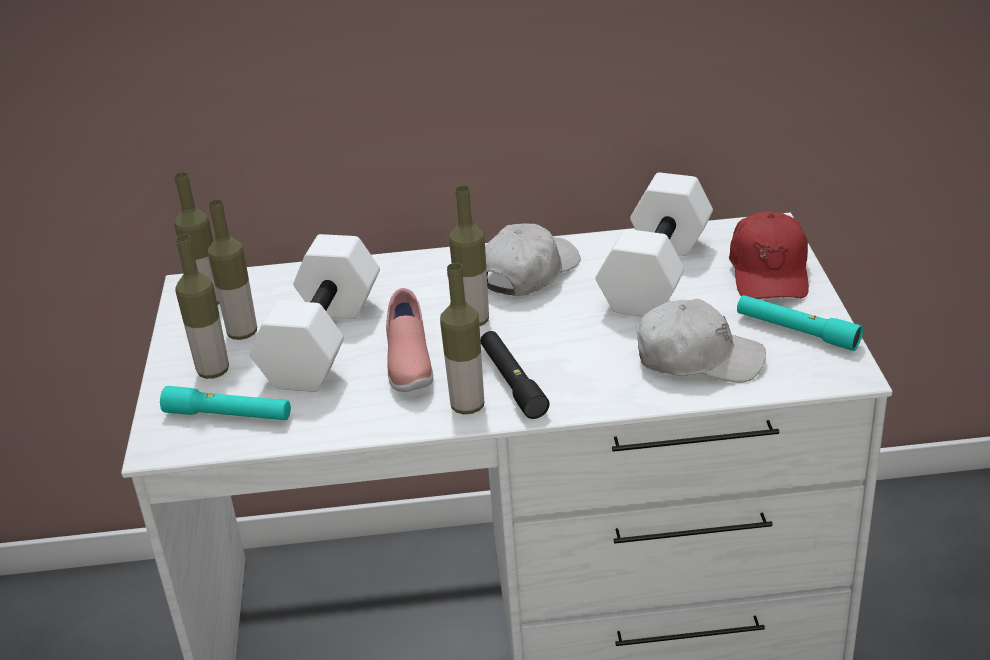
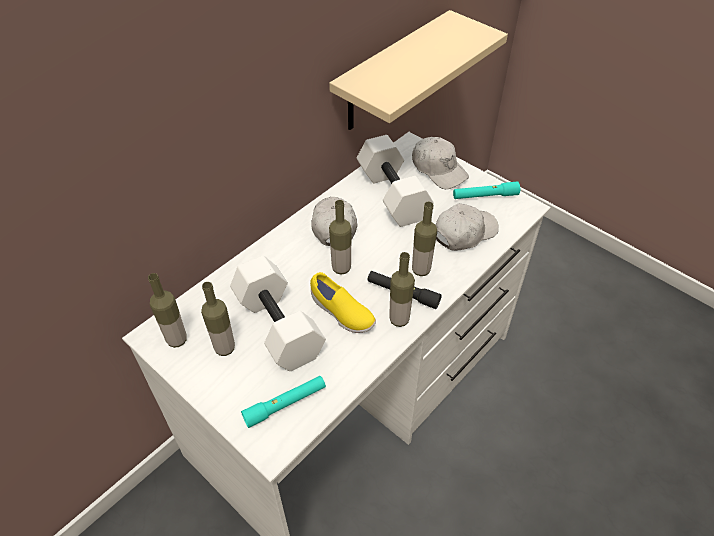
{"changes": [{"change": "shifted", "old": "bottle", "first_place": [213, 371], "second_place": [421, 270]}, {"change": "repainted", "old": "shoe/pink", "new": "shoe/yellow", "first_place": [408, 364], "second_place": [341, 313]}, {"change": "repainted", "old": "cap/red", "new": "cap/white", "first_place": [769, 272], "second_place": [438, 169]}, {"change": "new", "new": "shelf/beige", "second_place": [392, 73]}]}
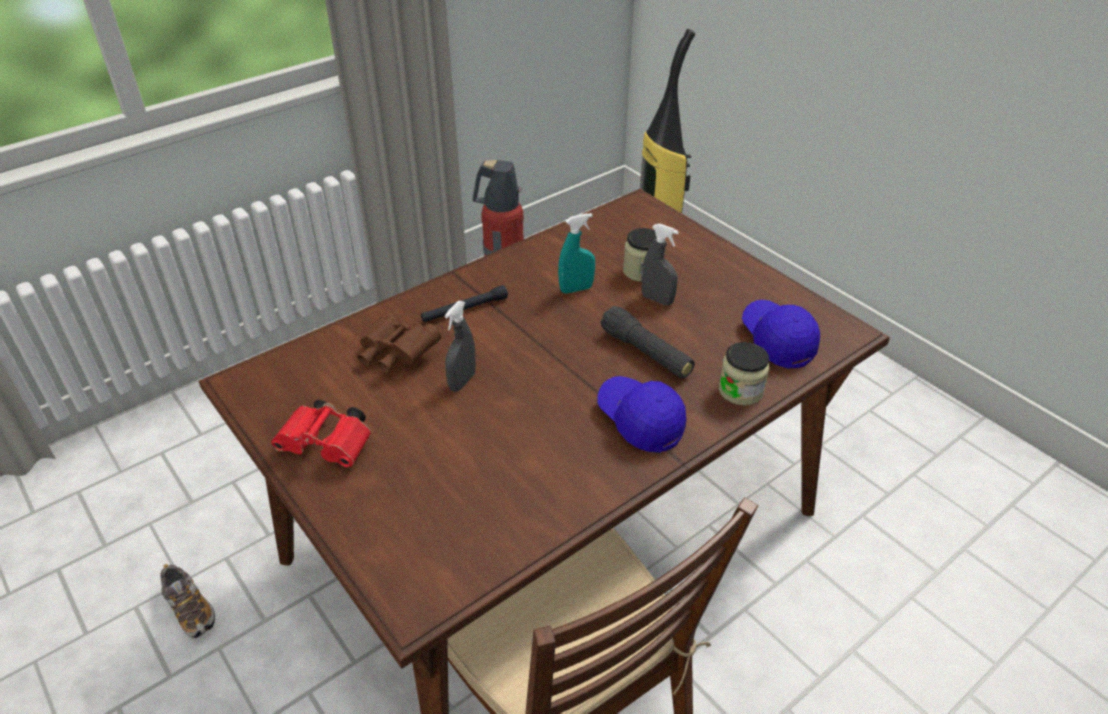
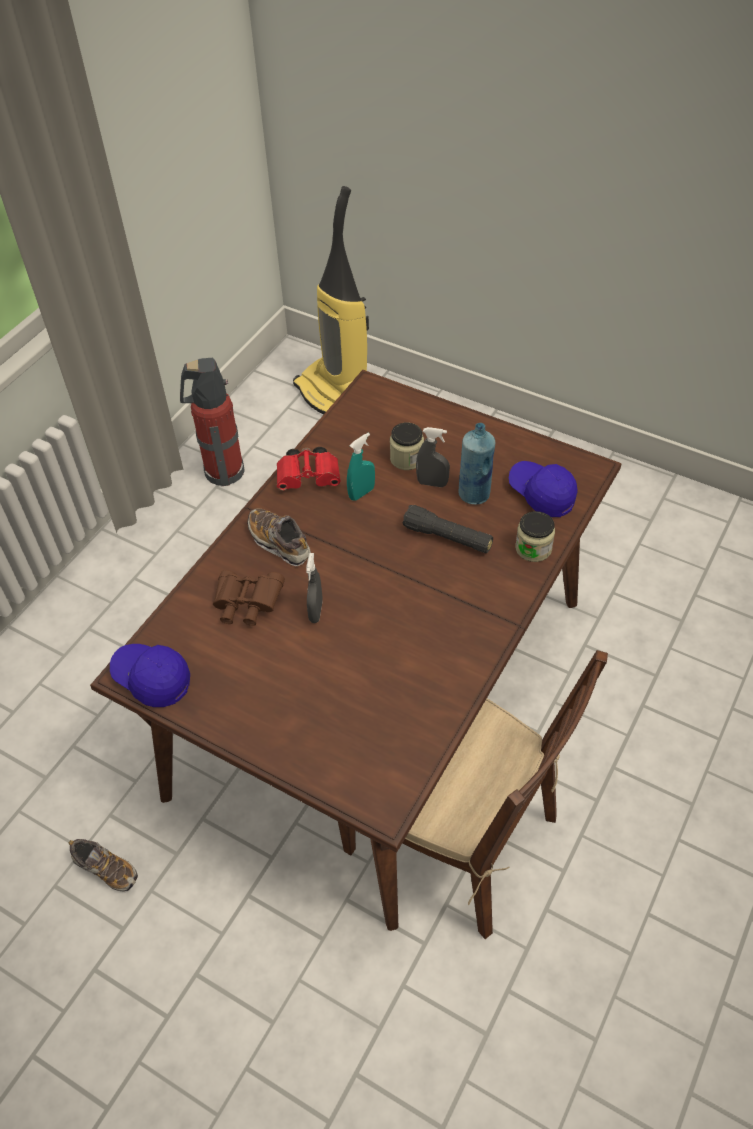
{"changes": [{"change": "shifted", "old": "binoculars/red", "first_place": [329, 446], "second_place": [310, 478]}, {"change": "swapped", "old": "flashlight/black", "new": "shoe", "first_place": [464, 310], "second_place": [279, 543]}, {"change": "shifted", "old": "cap/blue", "first_place": [640, 421], "second_place": [152, 679]}, {"change": "new", "new": "bottle/blue", "second_place": [474, 494]}]}
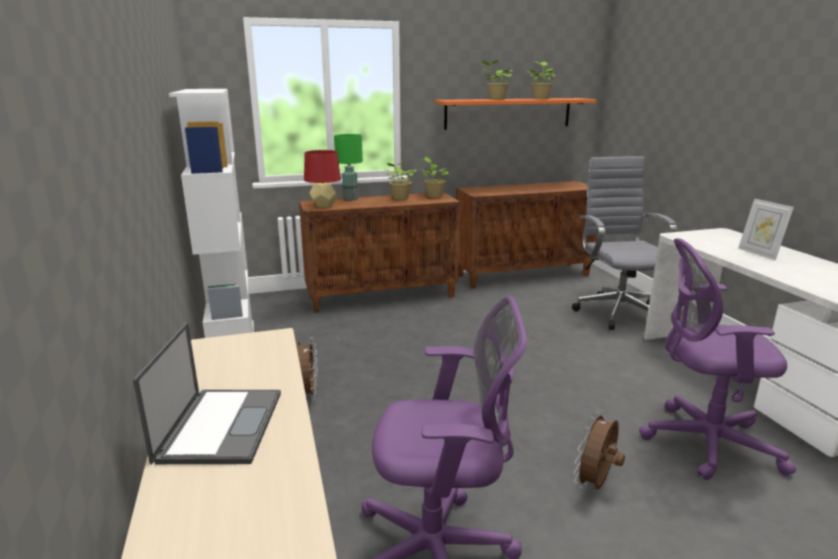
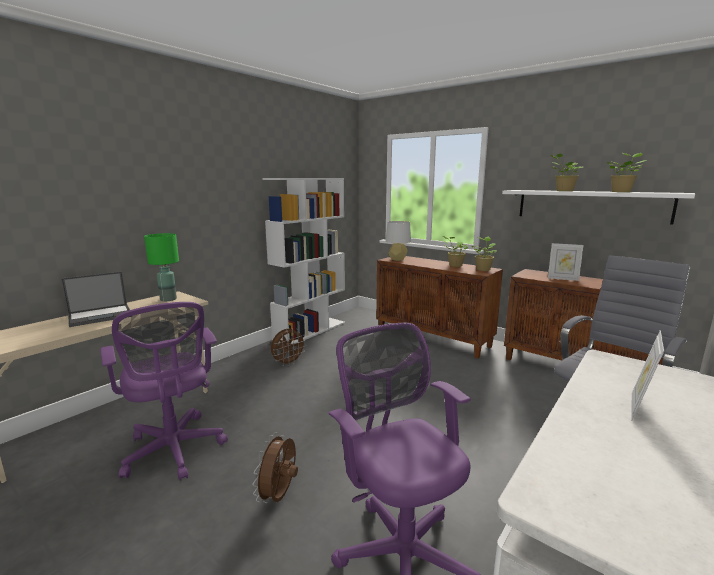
{"changes": [{"change": "repainted", "old": "table lamp/red", "new": "table lamp/grey", "first_place": [324, 205], "second_place": [397, 259]}, {"change": "shifted", "old": "table lamp/green", "first_place": [351, 199], "second_place": [168, 299]}, {"change": "repainted", "old": "shelf/orange", "new": "shelf/white", "first_place": [508, 113], "second_place": [590, 205]}, {"change": "rotated", "old": "fan/brown", "first_place": [595, 484], "second_place": [279, 496], "degrees": -75}, {"change": "new", "new": "picture frame", "second_place": [562, 278]}]}
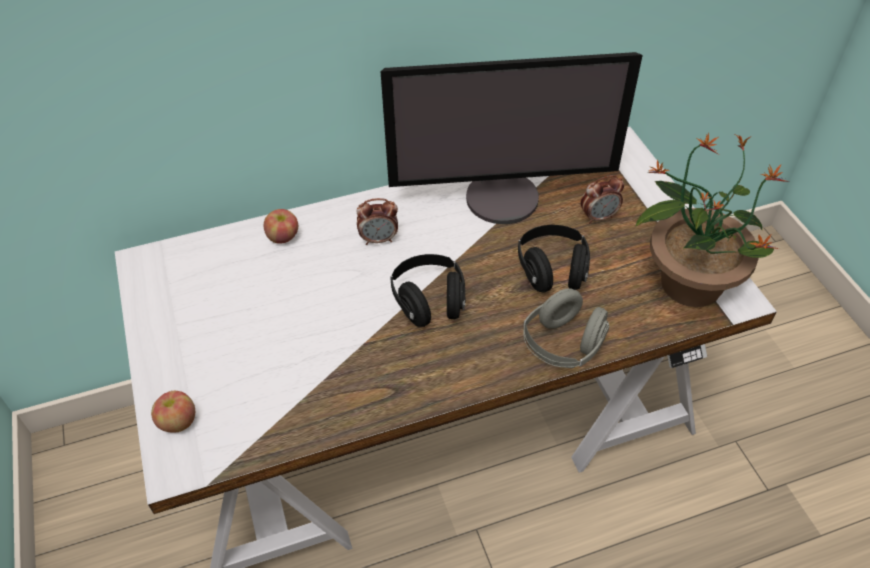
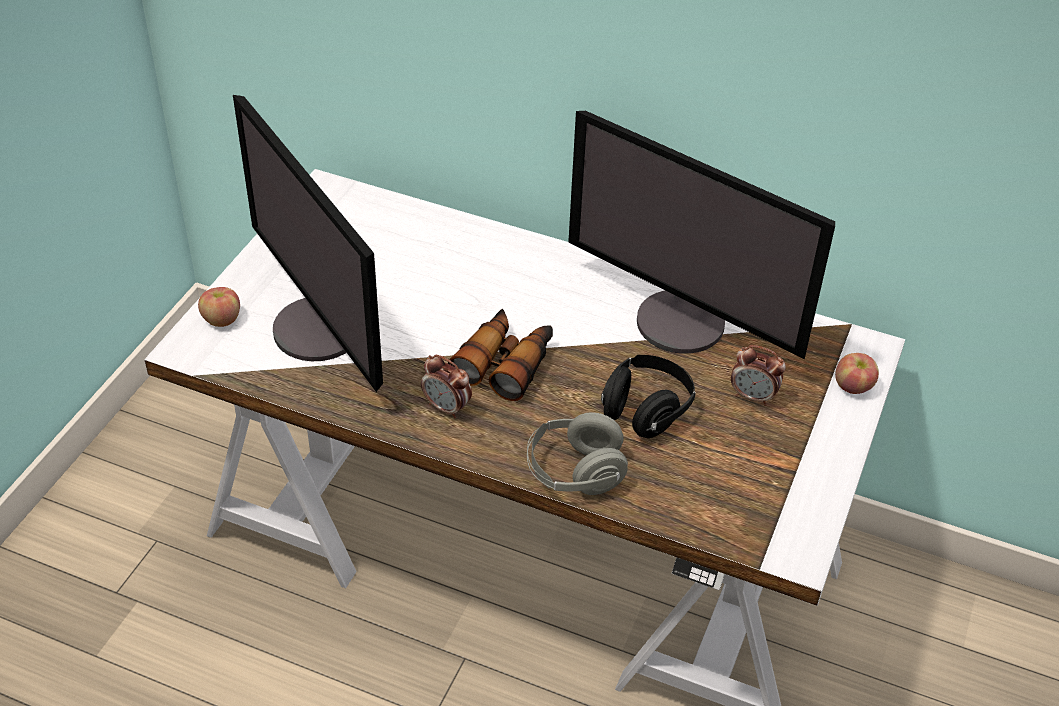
{"changes": [{"change": "shifted", "old": "apple", "first_place": [283, 237], "second_place": [853, 387]}, {"change": "shifted", "old": "alarm clock", "first_place": [379, 239], "second_place": [447, 408]}, {"change": "swapped", "old": "headphones/black", "new": "binoculars", "first_place": [429, 301], "second_place": [506, 362]}, {"change": "gone", "old": "potted plant", "first_place": [689, 282]}, {"change": "new", "new": "monitor", "second_place": [321, 329]}]}
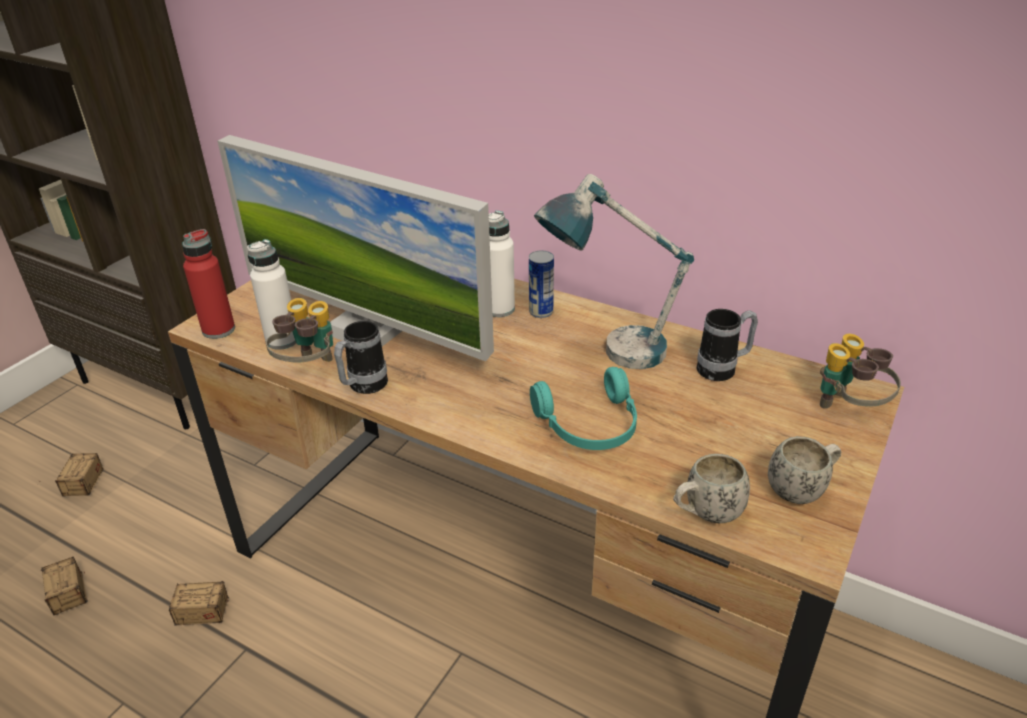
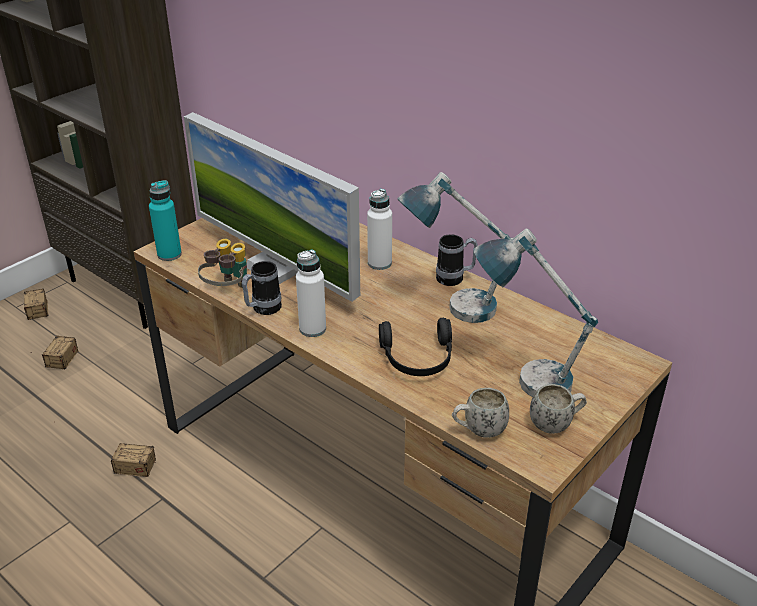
{"changes": [{"change": "shifted", "old": "storage box", "first_place": [72, 616], "second_place": [38, 322]}, {"change": "repainted", "old": "bottle/red", "new": "bottle/turquoise", "first_place": [218, 330], "second_place": [169, 254]}, {"change": "shifted", "old": "bottle/white", "first_place": [282, 340], "second_place": [312, 329]}, {"change": "gone", "old": "can", "first_place": [541, 312]}, {"change": "repainted", "old": "headphones/turquoise", "new": "headphones/black", "first_place": [590, 426], "second_place": [418, 359]}, {"change": "shifted", "old": "mug", "first_place": [723, 369], "second_place": [455, 279]}, {"change": "gone", "old": "binoculars", "first_place": [848, 409]}, {"change": "new", "new": "table lamp", "second_place": [523, 375]}]}
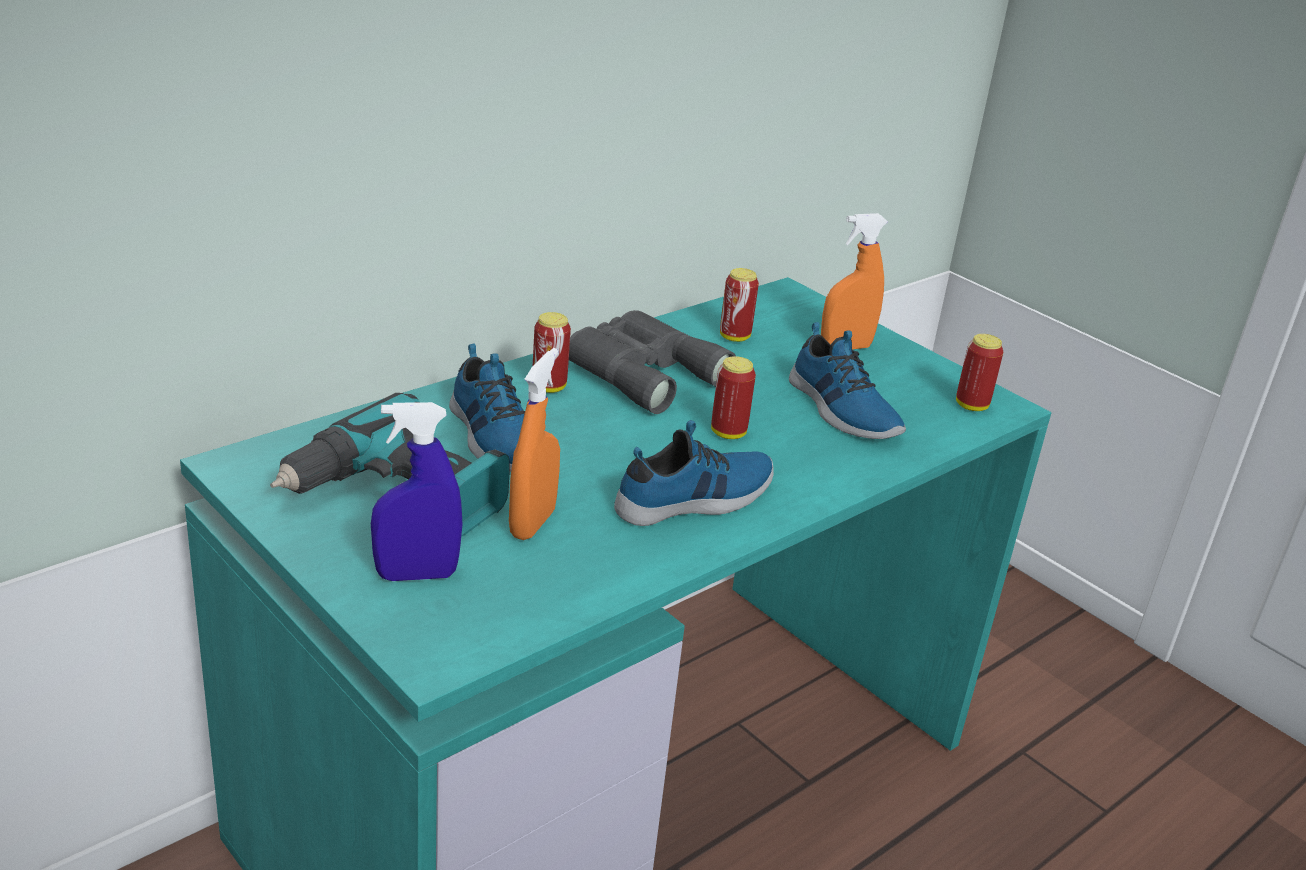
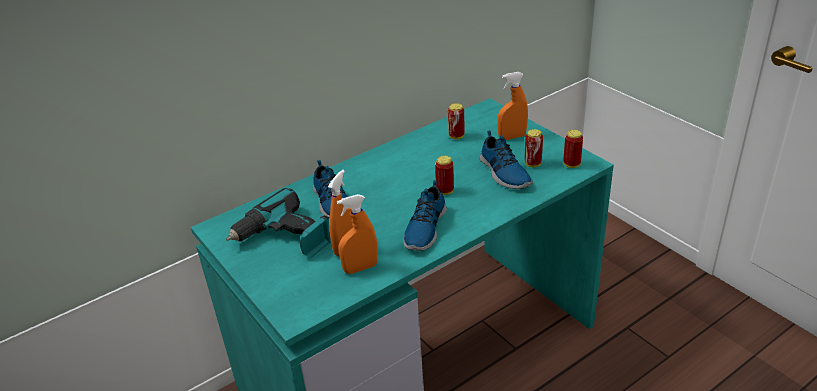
{"changes": [{"change": "gone", "old": "spray bottle/blue", "first_place": [416, 575]}, {"change": "shifted", "old": "can", "first_place": [549, 387], "second_place": [533, 164]}, {"change": "gone", "old": "binoculars/grey", "first_place": [640, 370]}, {"change": "rotated", "old": "shoe", "first_place": [696, 499], "second_place": [424, 228], "degrees": 135}, {"change": "new", "new": "spray bottle/orange", "second_place": [360, 268]}]}
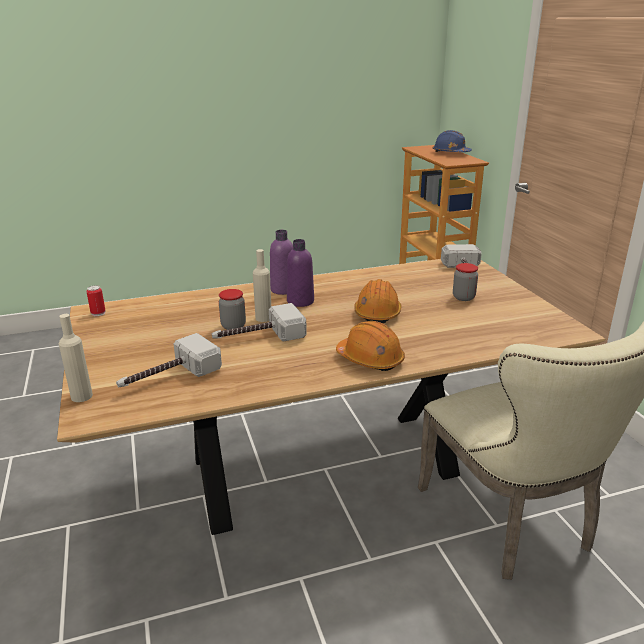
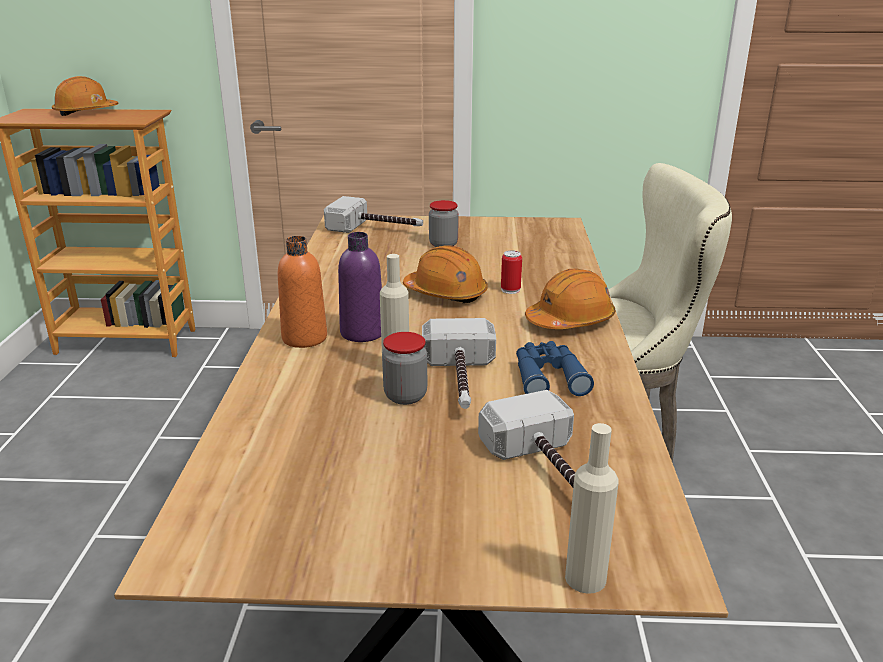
{"changes": [{"change": "shifted", "old": "can", "first_place": [98, 313], "second_place": [510, 290]}, {"change": "repainted", "old": "bottle/purple", "new": "bottle/orange", "first_place": [283, 290], "second_place": [304, 338]}, {"change": "repainted", "old": "hard hat/blue", "new": "hard hat/orange", "first_place": [450, 153], "second_place": [85, 112]}, {"change": "new", "new": "binoculars/blue", "second_place": [548, 377]}]}
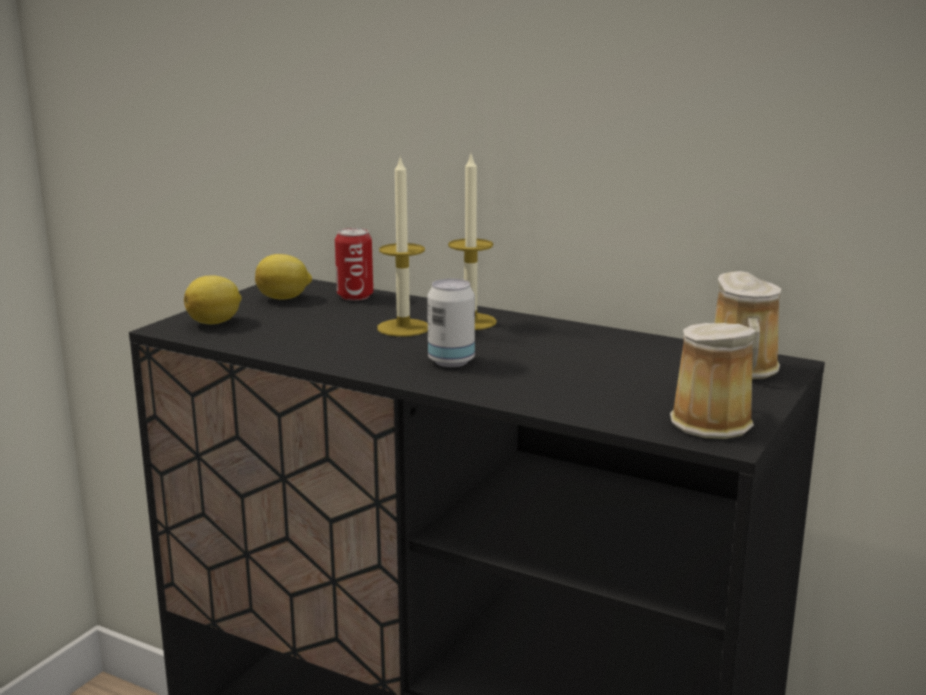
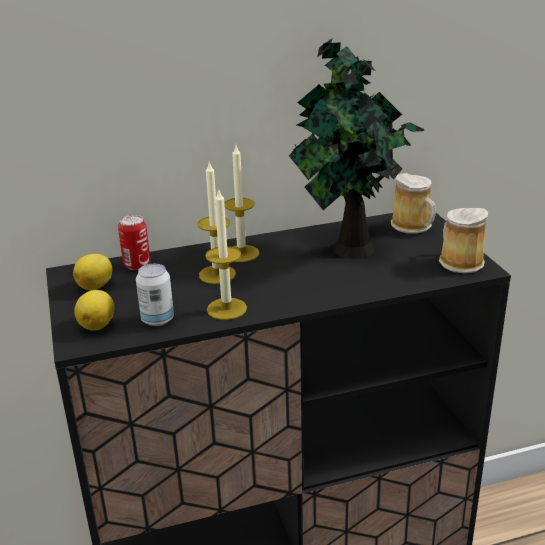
{"changes": [{"change": "shifted", "old": "can", "first_place": [451, 361], "second_place": [157, 319]}, {"change": "new", "new": "candle", "second_place": [226, 309]}, {"change": "new", "new": "potted plant", "second_place": [349, 249]}]}
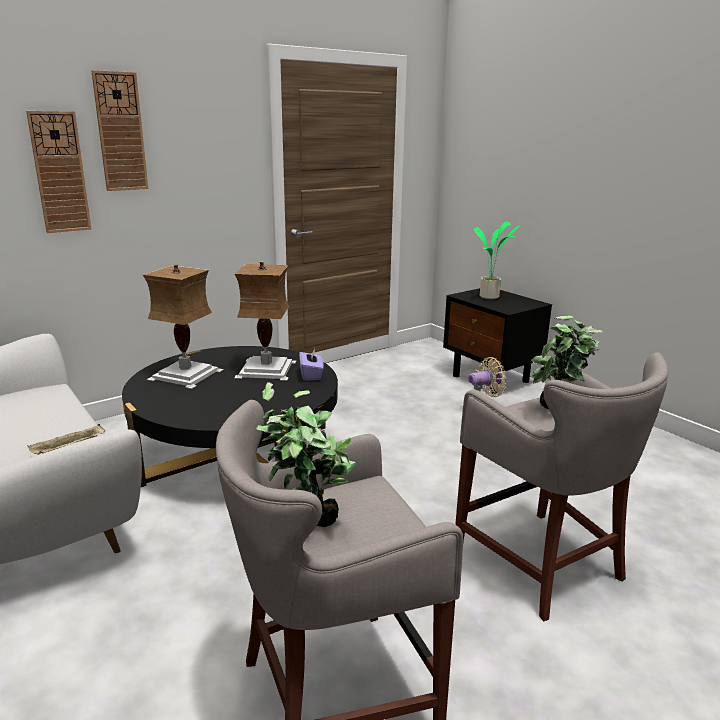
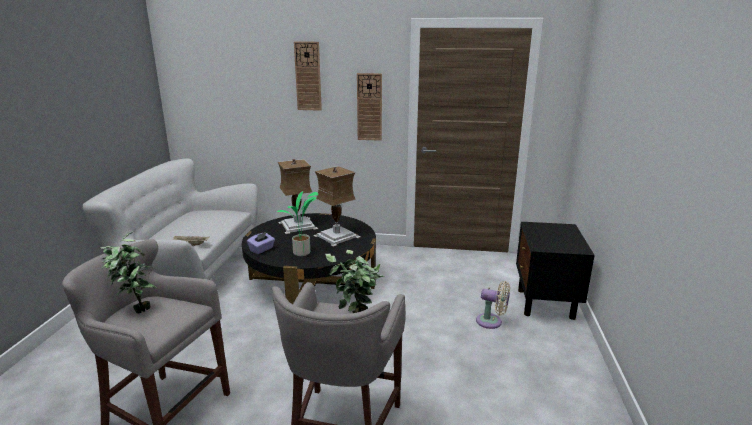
{"changes": [{"change": "shifted", "old": "wall clock", "first_place": [60, 172], "second_place": [369, 107]}, {"change": "shifted", "old": "tissue box/purple", "first_place": [311, 375], "second_place": [262, 249]}, {"change": "shifted", "old": "potted plant", "first_place": [490, 297], "second_place": [302, 253]}]}
